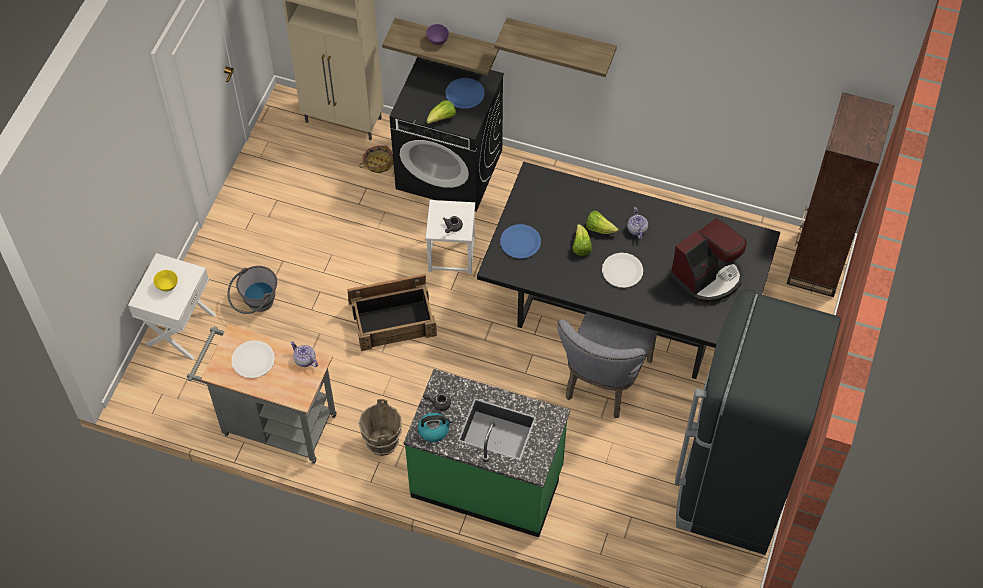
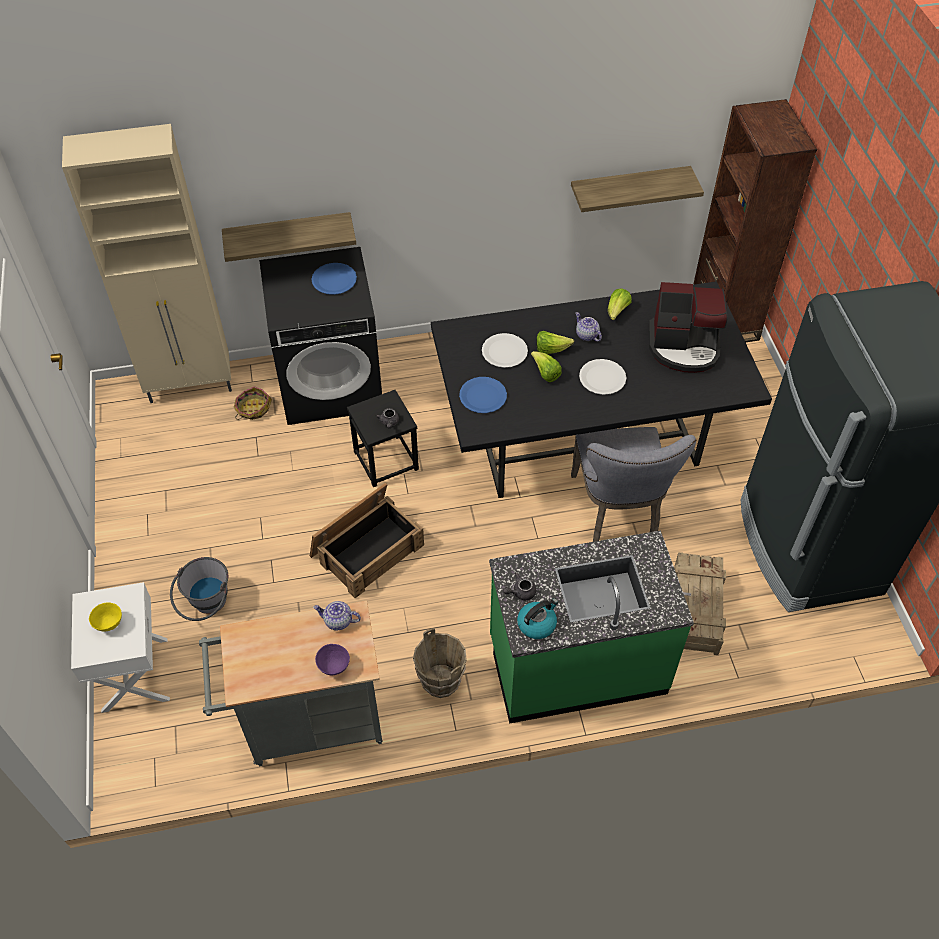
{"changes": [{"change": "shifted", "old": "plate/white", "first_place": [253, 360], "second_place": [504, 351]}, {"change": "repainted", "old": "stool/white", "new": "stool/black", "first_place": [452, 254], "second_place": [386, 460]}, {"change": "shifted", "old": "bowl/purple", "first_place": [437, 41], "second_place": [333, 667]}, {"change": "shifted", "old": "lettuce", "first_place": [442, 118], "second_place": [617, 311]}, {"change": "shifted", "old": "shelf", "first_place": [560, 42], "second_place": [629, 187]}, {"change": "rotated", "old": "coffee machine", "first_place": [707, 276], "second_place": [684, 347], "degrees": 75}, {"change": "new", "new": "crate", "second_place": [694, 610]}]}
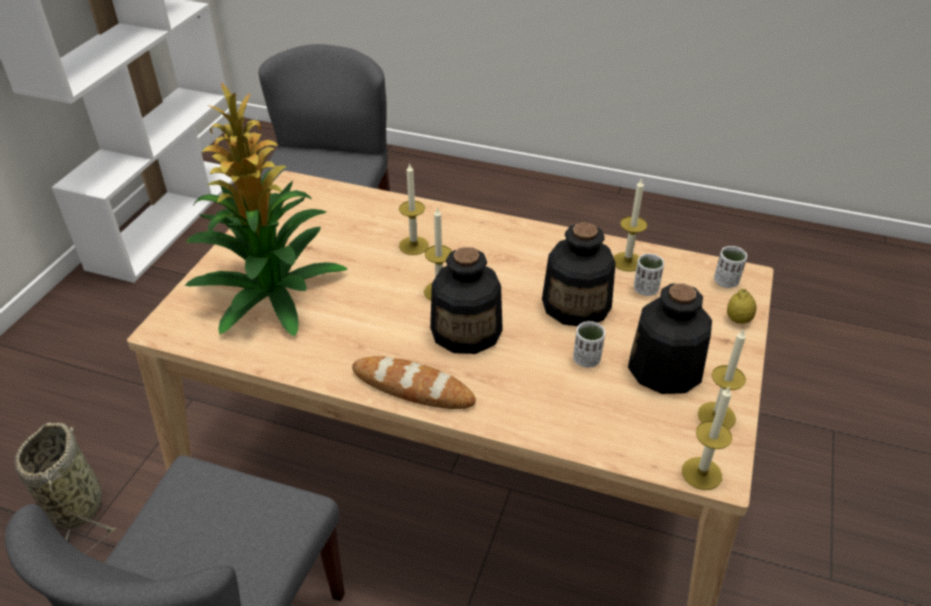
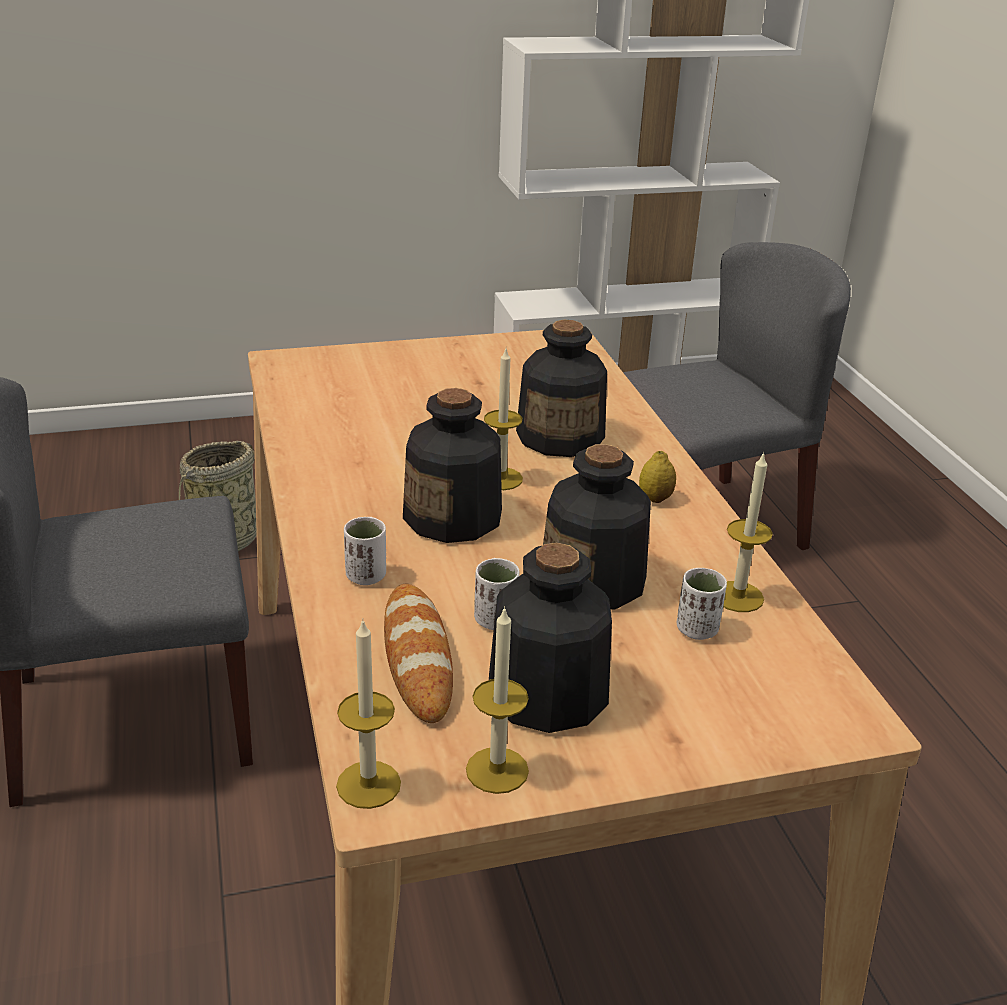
{"changes": [{"change": "gone", "old": "potted plant", "first_place": [268, 292]}, {"change": "shifted", "old": "bread", "first_place": [413, 387], "second_place": [417, 657]}, {"change": "swapped", "old": "candle", "new": "bottle", "first_place": [413, 245], "second_place": [561, 437]}, {"change": "shifted", "old": "cup/white", "first_place": [726, 282], "second_place": [366, 576]}, {"change": "shifted", "old": "lemon", "first_place": [738, 320], "second_place": [655, 498]}]}
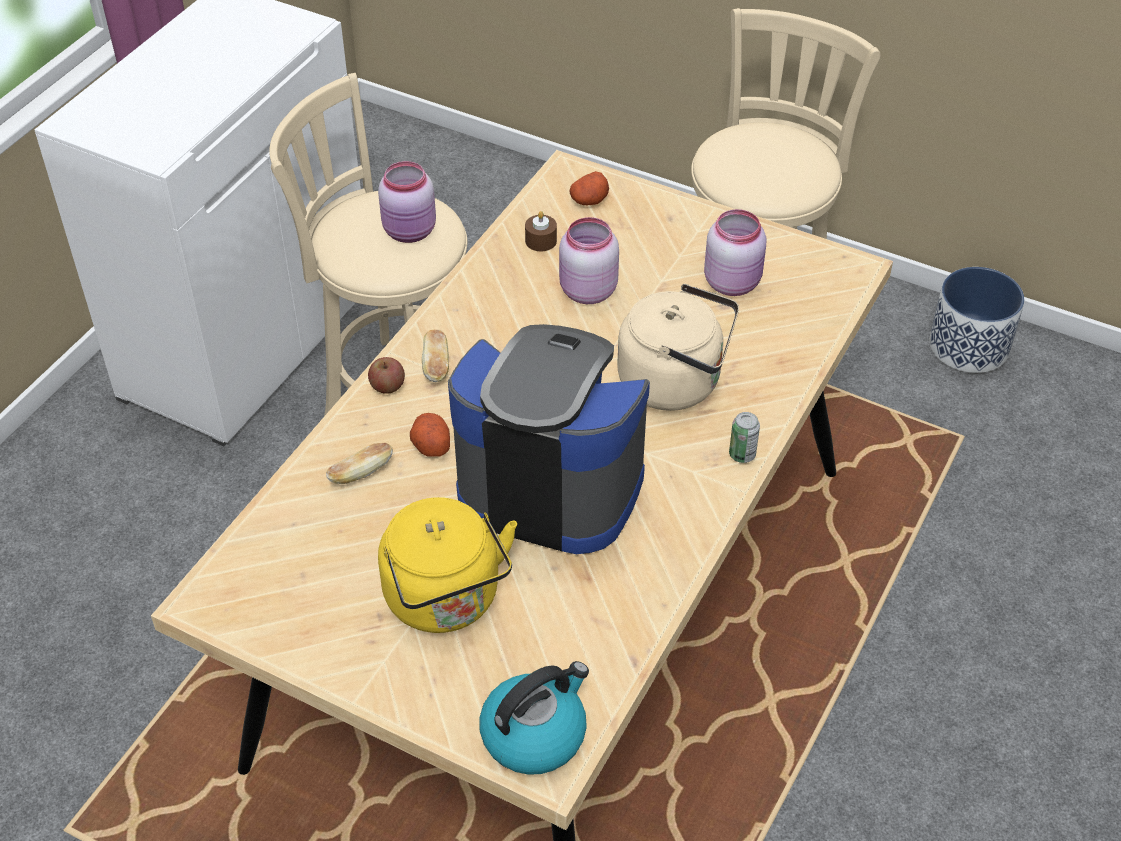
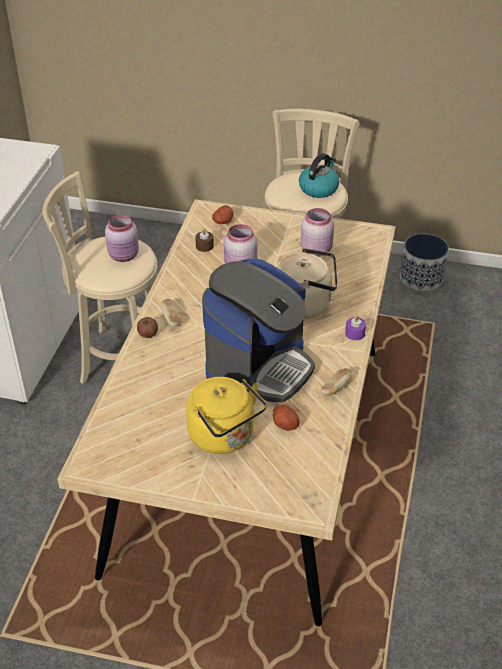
{"changes": [{"change": "shifted", "old": "bread", "first_place": [361, 473], "second_place": [335, 388]}, {"change": "shifted", "old": "potato", "first_place": [430, 444], "second_place": [284, 423]}, {"change": "rotated", "old": "coffee machine", "first_place": [550, 486], "second_place": [258, 368], "degrees": 120}, {"change": "shifted", "old": "kettle", "first_place": [534, 734], "second_place": [318, 188]}, {"change": "swapped", "old": "can", "new": "candle/purple", "first_place": [742, 454], "second_place": [355, 333]}]}
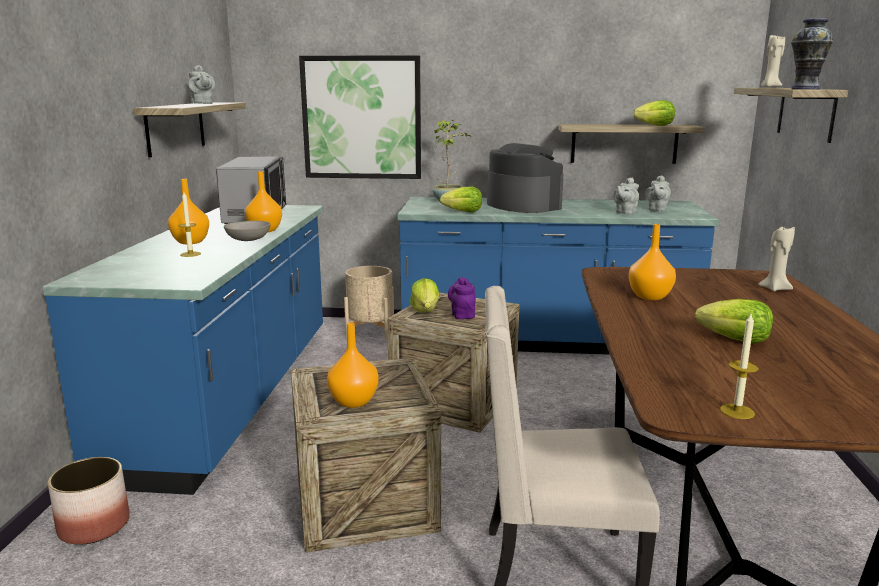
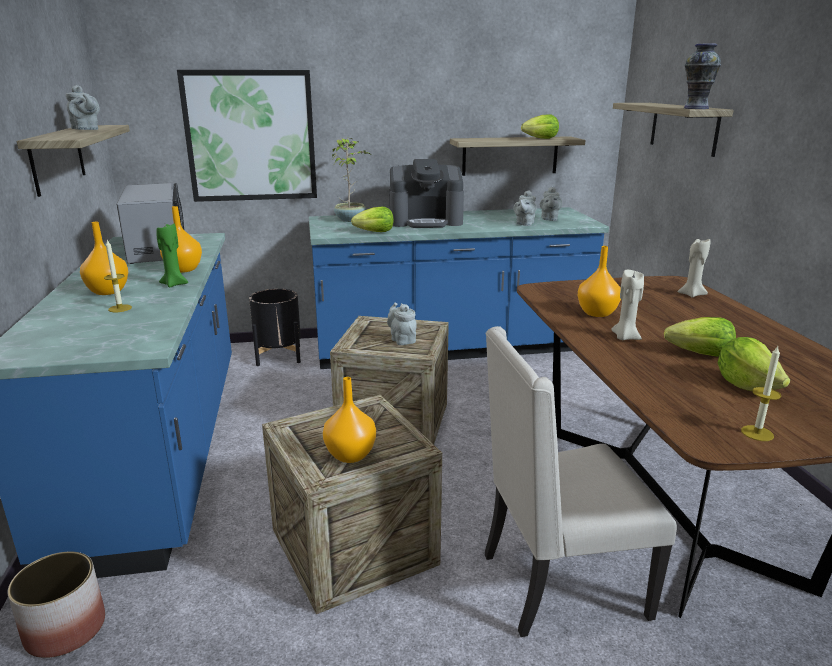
{"changes": [{"change": "swapped", "old": "bowl/grey", "new": "candle/green", "first_place": [248, 240], "second_place": [174, 284]}, {"change": "repainted", "old": "planter/beige", "new": "planter/black", "first_place": [370, 332], "second_place": [278, 355]}, {"change": "shifted", "old": "lettuce", "first_place": [425, 310], "second_place": [746, 385]}, {"change": "repainted", "old": "teapot/purple", "new": "teapot/grey", "first_place": [462, 315], "second_place": [402, 340]}, {"change": "rotated", "old": "coffee machine", "first_place": [522, 205], "second_place": [426, 221], "degrees": 135}, {"change": "shifted", "old": "candle/beige", "first_place": [770, 87], "second_place": [624, 337]}]}
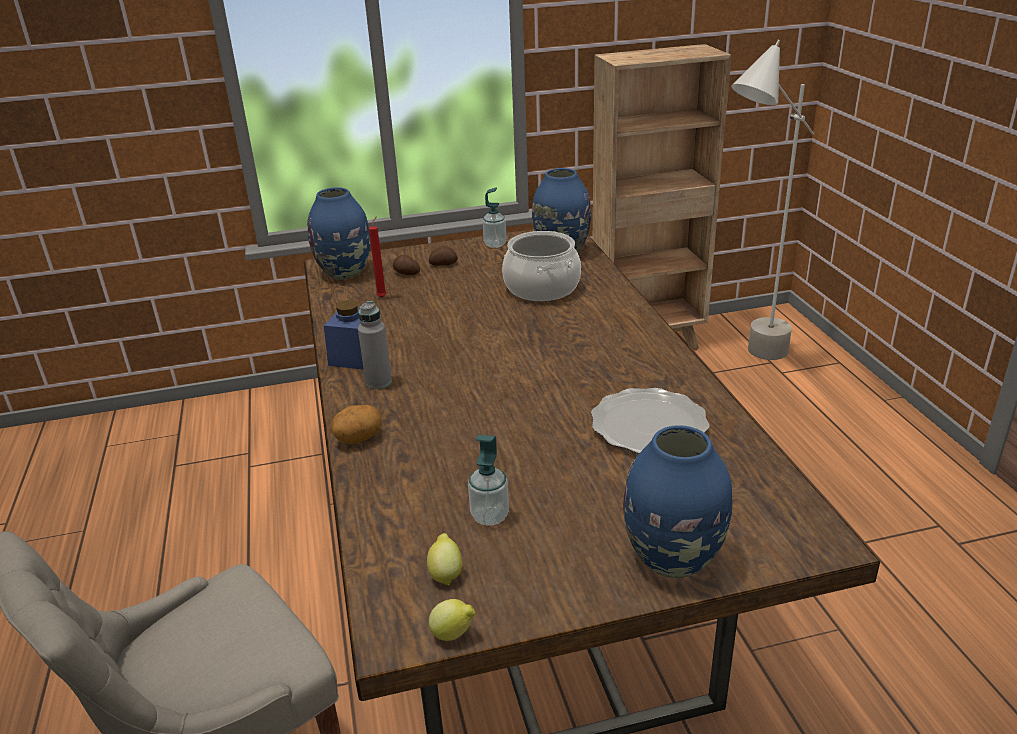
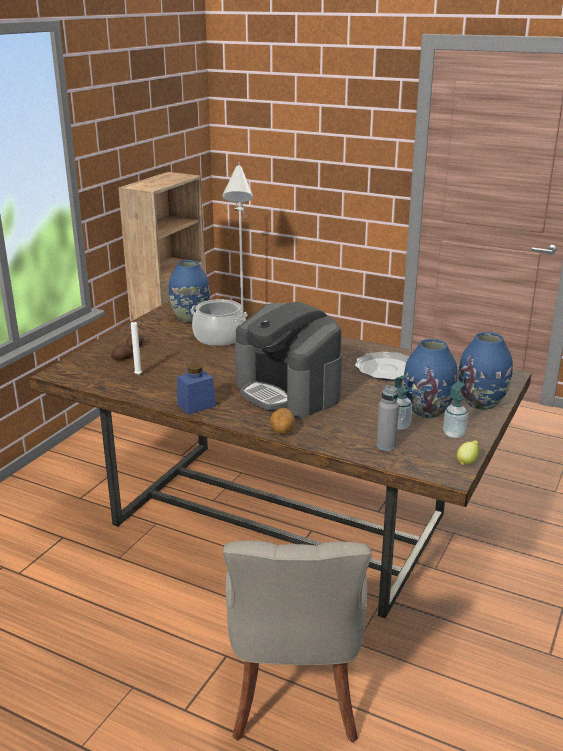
{"changes": [{"change": "shifted", "old": "vase/blue", "first_place": [345, 272], "second_place": [427, 411]}, {"change": "shifted", "old": "bottle/grey", "first_place": [378, 382], "second_place": [386, 446]}, {"change": "repainted", "old": "candle/red", "new": "candle/white", "first_place": [383, 297], "second_place": [138, 374]}, {"change": "gone", "old": "lemon", "first_place": [446, 573]}, {"change": "shifted", "old": "soap dispenser", "first_place": [495, 244], "second_place": [454, 434]}, {"change": "new", "new": "coffee machine", "second_place": [288, 391]}]}
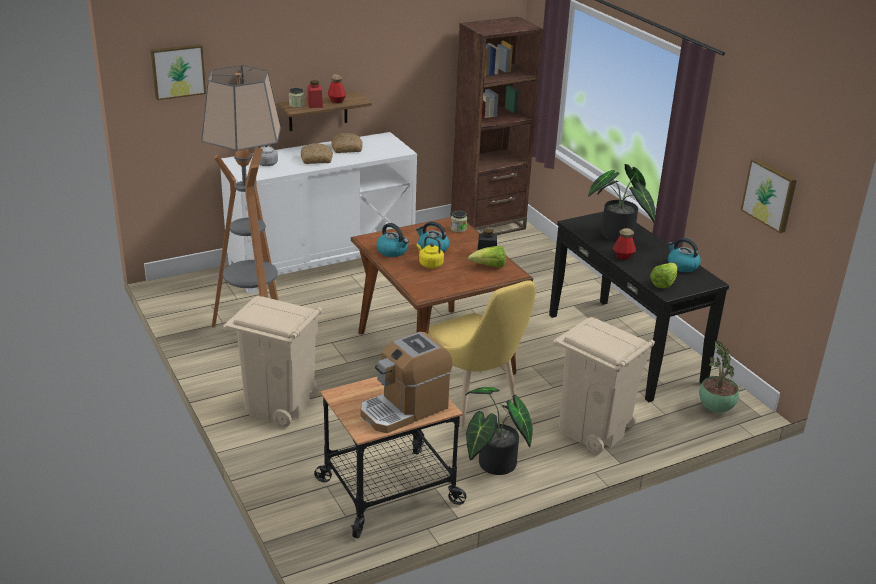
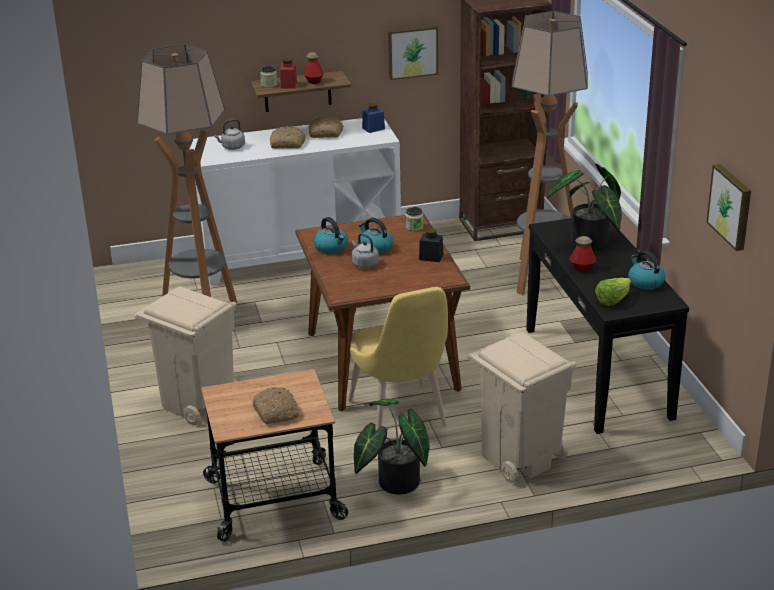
{"changes": [{"change": "shifted", "old": "picture", "first_place": [178, 71], "second_place": [412, 51]}, {"change": "swapped", "old": "coffee machine", "new": "bread", "first_place": [404, 409], "second_place": [276, 412]}, {"change": "repainted", "old": "kettle/yellow", "new": "kettle/grey", "first_place": [429, 264], "second_place": [364, 264]}, {"change": "gone", "old": "lettuce", "first_place": [489, 267]}, {"change": "gone", "old": "potted plant", "first_place": [716, 409]}, {"change": "new", "new": "jar/blue", "second_place": [373, 128]}, {"change": "new", "new": "floor lamp", "second_place": [541, 276]}]}
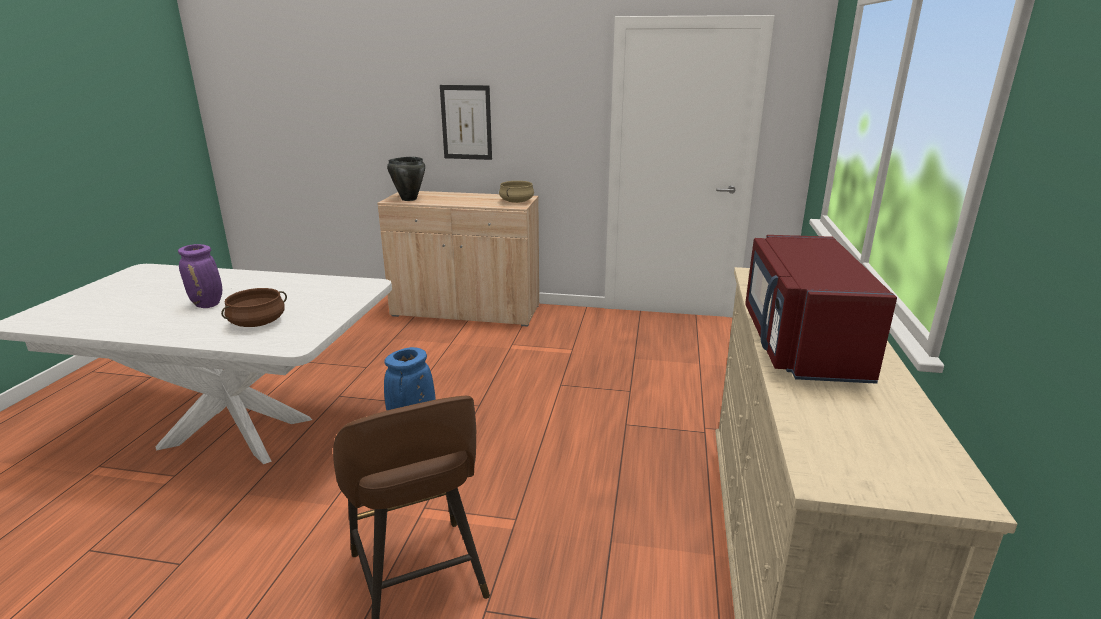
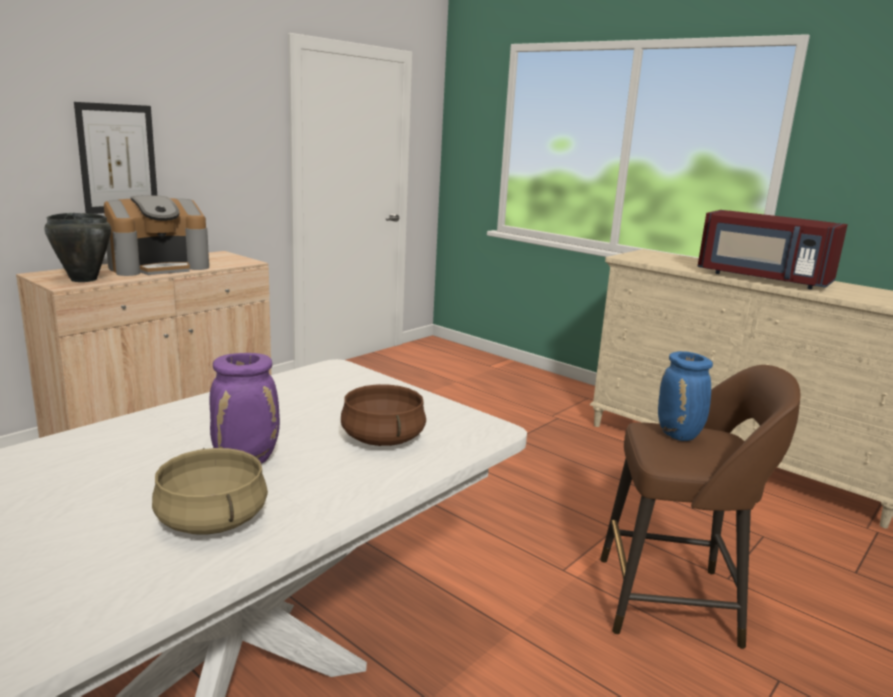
{"changes": [{"change": "shifted", "old": "cooking pot/beige", "first_place": [517, 201], "second_place": [213, 520]}, {"change": "new", "new": "coffee machine", "second_place": [159, 266]}]}
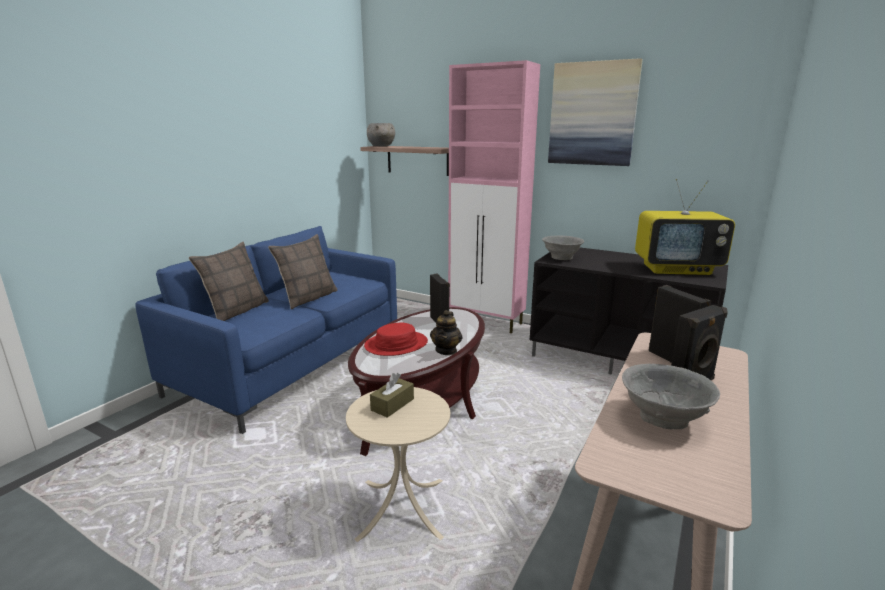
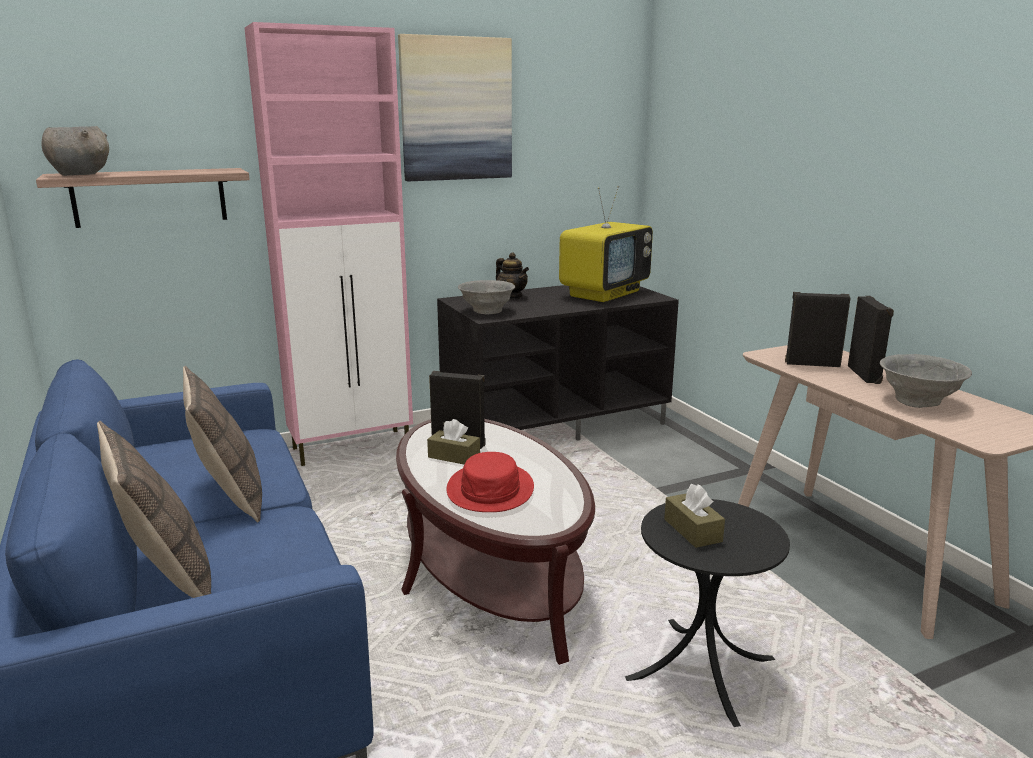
{"changes": [{"change": "repainted", "old": "side table/beige", "new": "side table/black", "first_place": [401, 509], "second_place": [701, 669]}, {"change": "shifted", "old": "teapot", "first_place": [446, 350], "second_place": [512, 296]}, {"change": "new", "new": "tissue box/brown", "second_place": [454, 456]}]}
